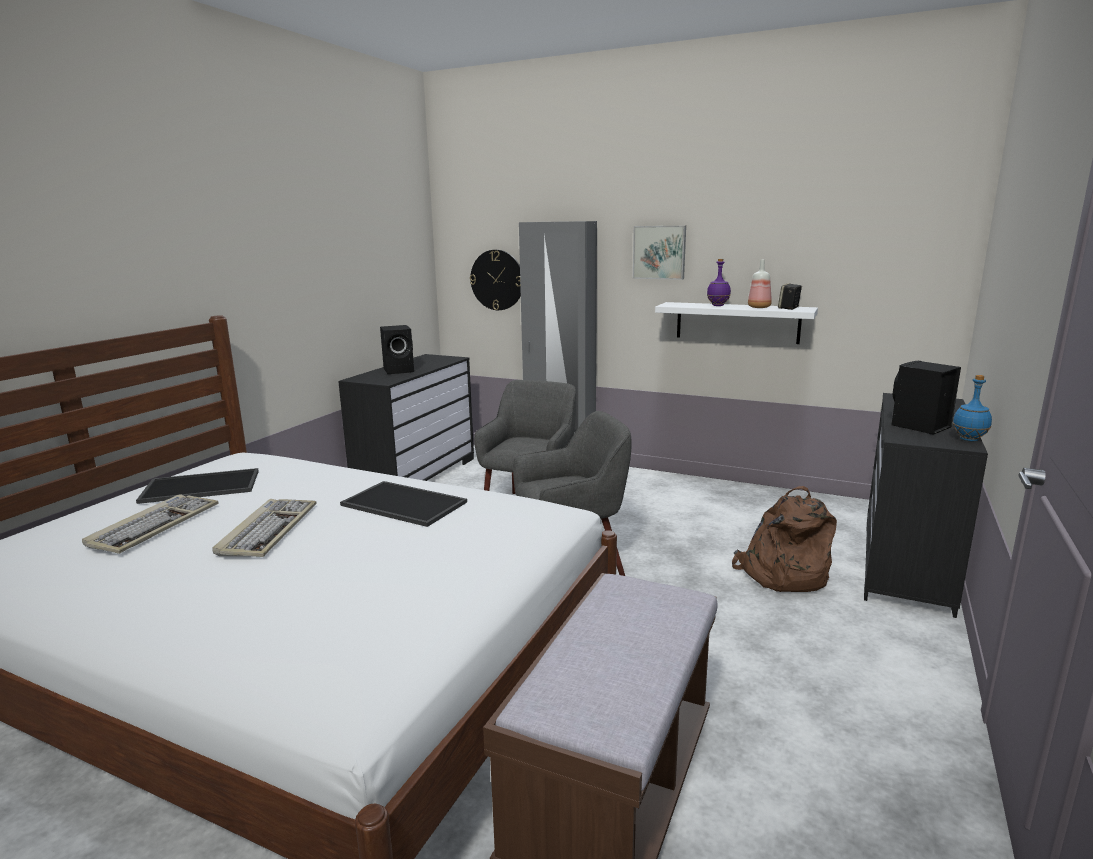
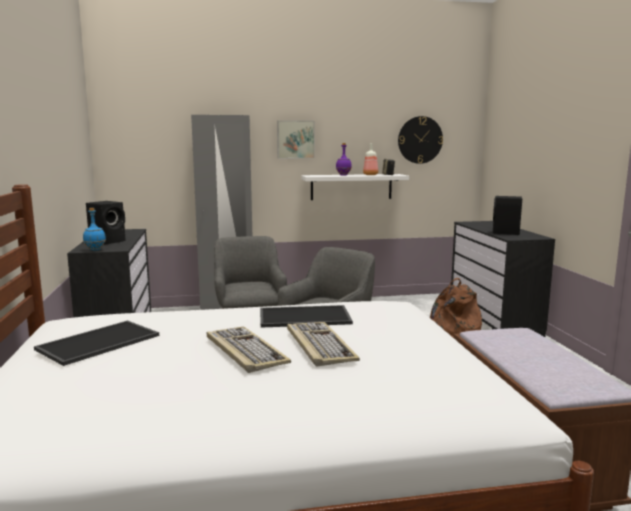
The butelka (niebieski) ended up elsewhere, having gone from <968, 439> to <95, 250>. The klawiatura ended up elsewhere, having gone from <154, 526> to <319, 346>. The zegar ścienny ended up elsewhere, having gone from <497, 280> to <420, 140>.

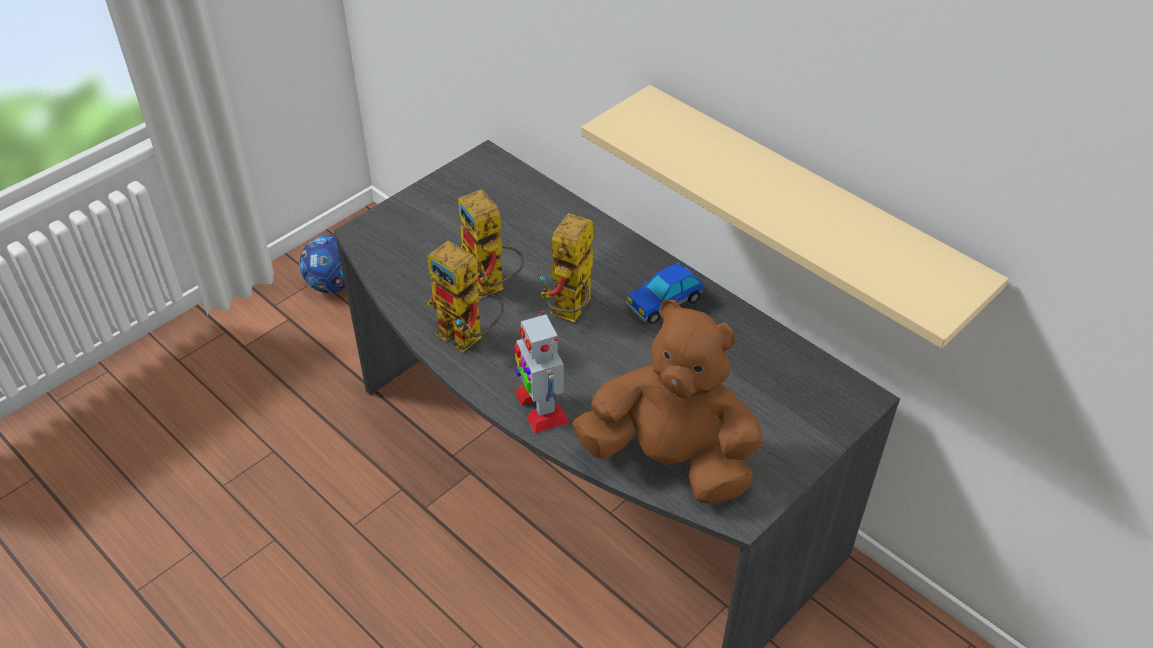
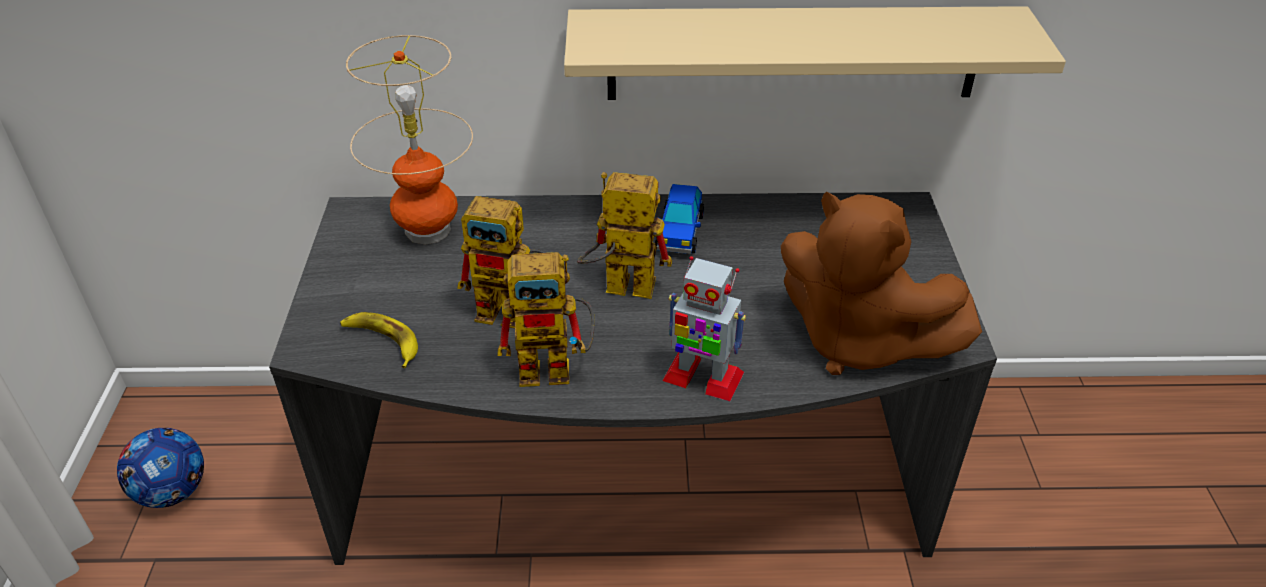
The second view gained the banan at <382, 341>. The second view gained the lampa stołowa at <428, 230>. The robot zabawkowy at <571, 314> ended up facing another way, 120 degrees clockwise from before. The pluszak (brązowy) at <670, 459> ended up facing another way, 120 degrees counterclockwise from before.

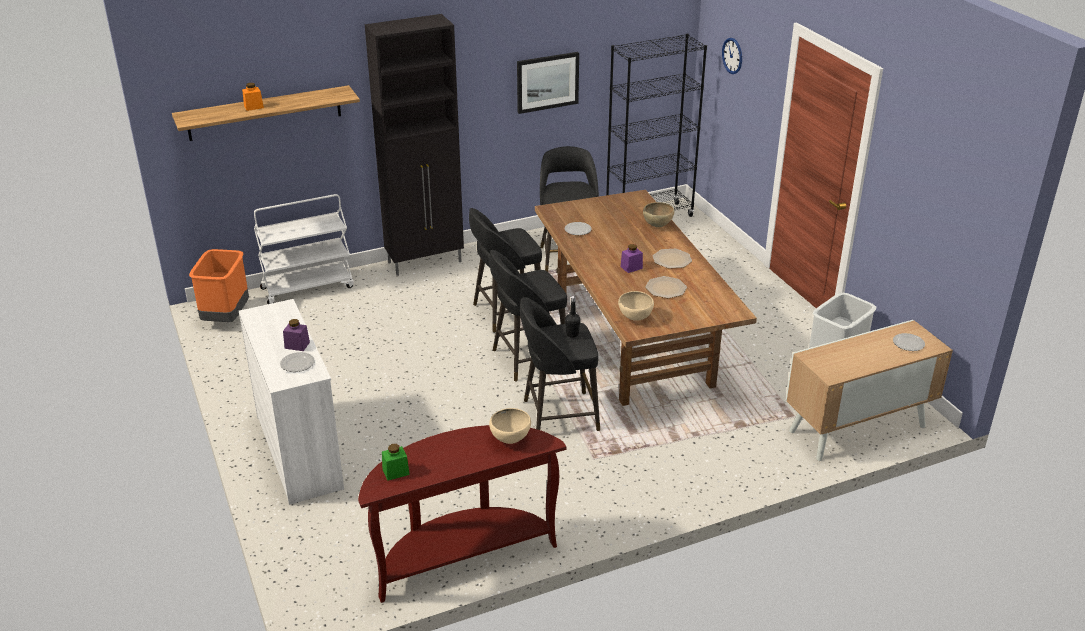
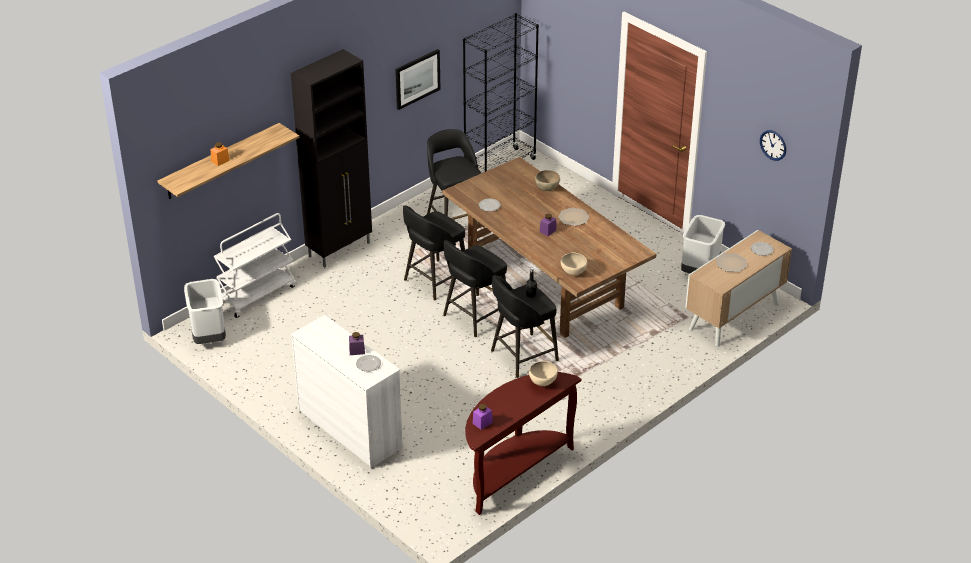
What was the kosz na śmieci (pomarańczowy) at <226, 317> turned into the kosz na śmieci (szary) at <208, 336>. What was the słoik (zielony) at <396, 472> turned into the słoik (fioletowy) at <482, 423>. The talerz ended up elsewhere, having gone from <666, 288> to <731, 263>. The zegar ścienny ended up elsewhere, having gone from <732, 56> to <773, 145>.

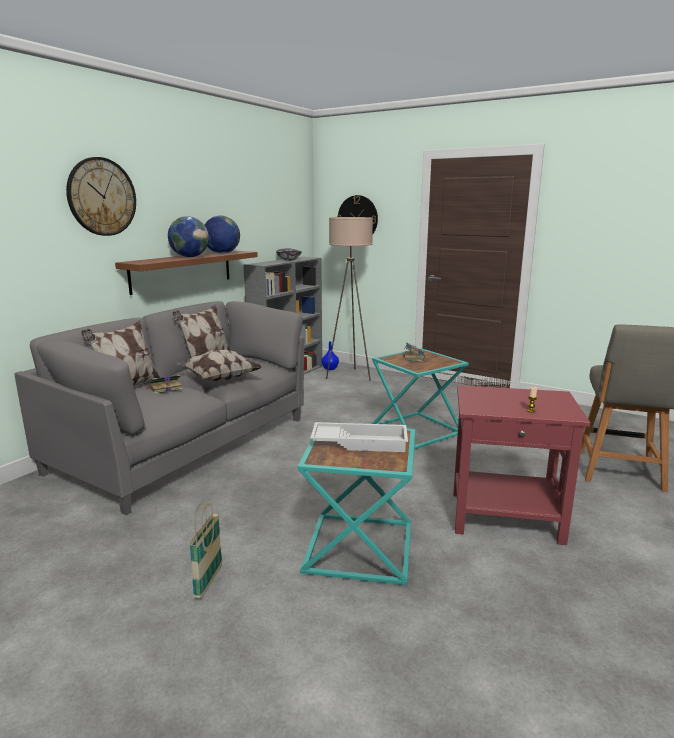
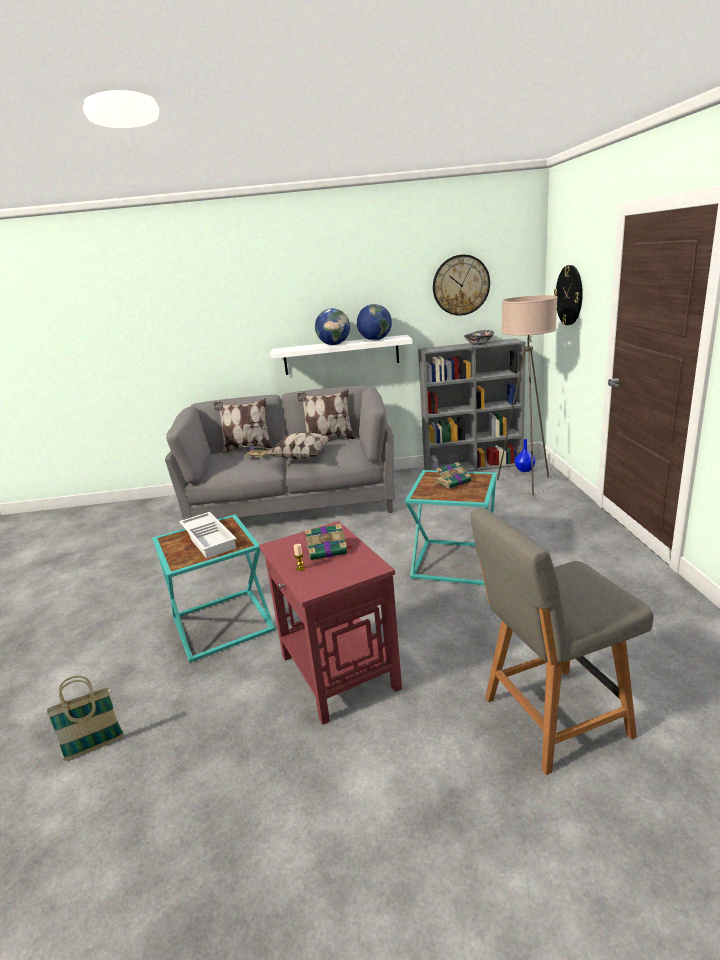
The koszyk ended up elsewhere, having gone from <208, 581> to <95, 747>. What was the półka (brązowy) at <182, 271> turned into the półka (biały) at <341, 355>. The second view gained the książka at <328, 550>. The zegar ścienny ended up elsewhere, having gone from <102, 197> to <461, 285>.

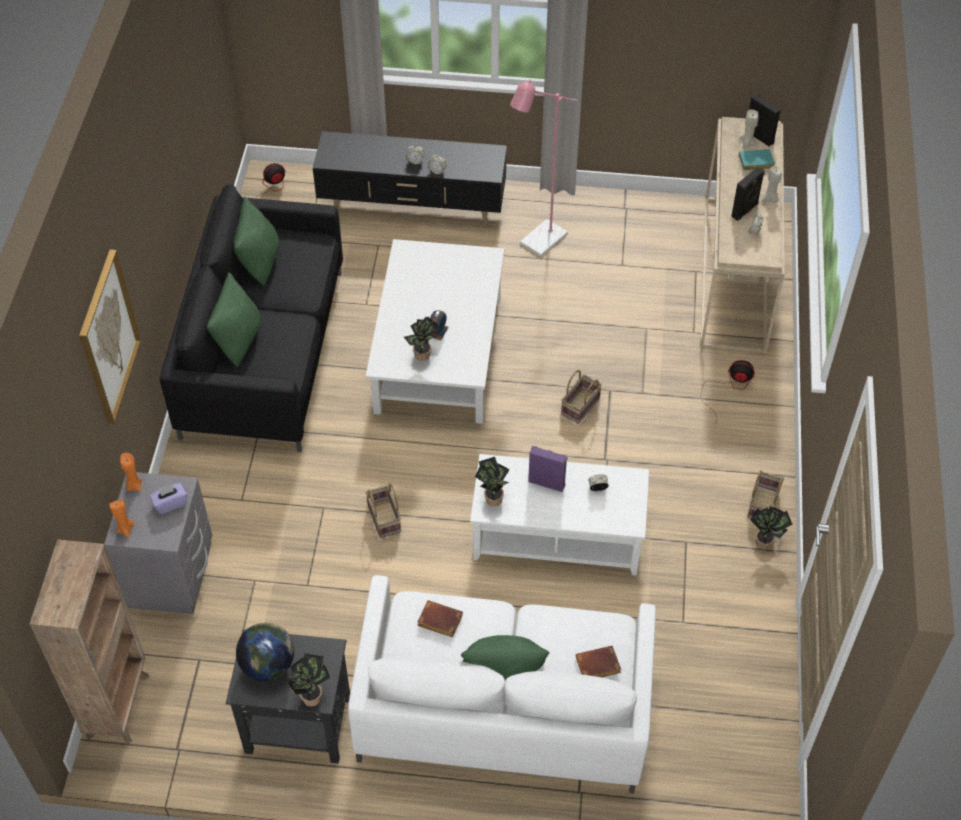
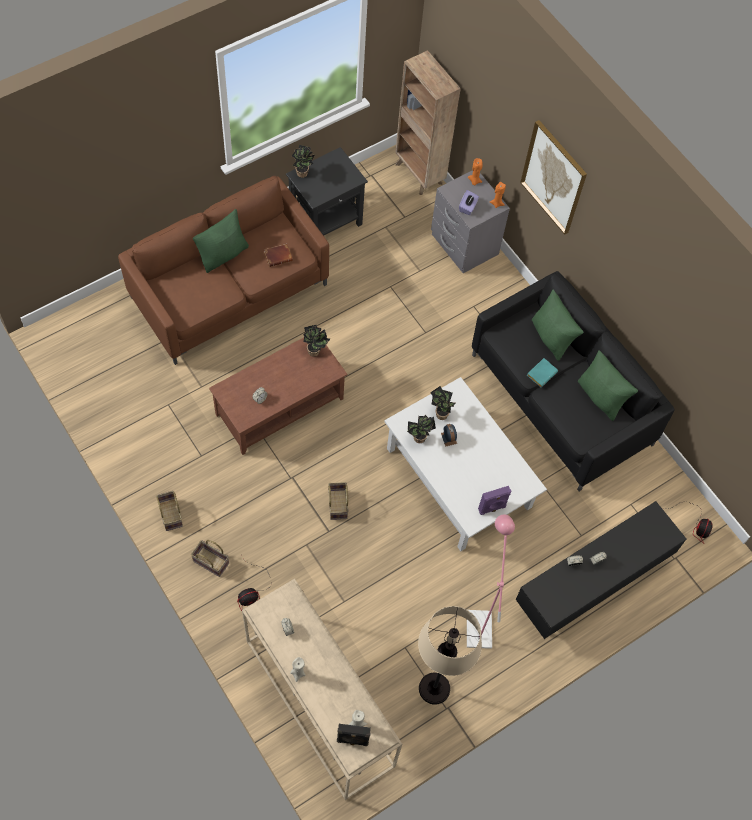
What was the kanapa (biały) at <503, 712> turned into the kanapa (brązowy) at <229, 292>. The koszyk ended up elsewhere, having gone from <385, 519> to <210, 562>. What was the ława (biały) at <557, 537> turned into the ława (brązowy) at <279, 405>. The roślina doniczkowa ended up elsewhere, having gone from <765, 541> to <419, 439>. The second view gained the lampa stojąca (beżowy) at <434, 689>. The głośnik (fioletowy) ended up elsewhere, having gone from <547, 482> to <492, 508>. The książka (turkusowy) ended up elsewhere, having gone from <755, 163> to <541, 373>. The second view lost the globus at <268, 665>. The second view lost the książka (brązowy) at <597, 667>. The second view lost the głośnik (czarny) at <745, 211>.

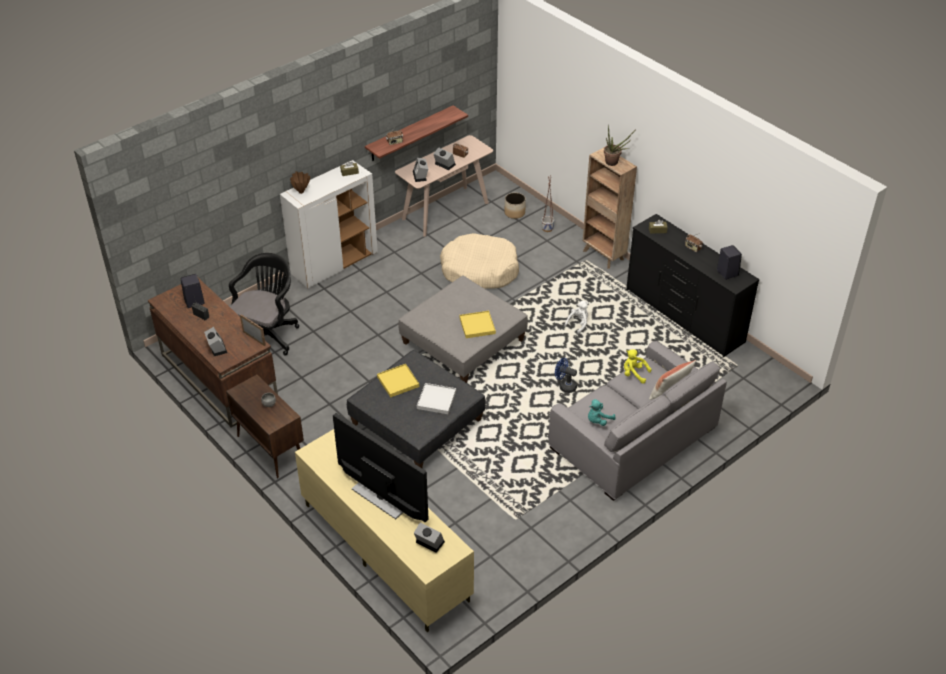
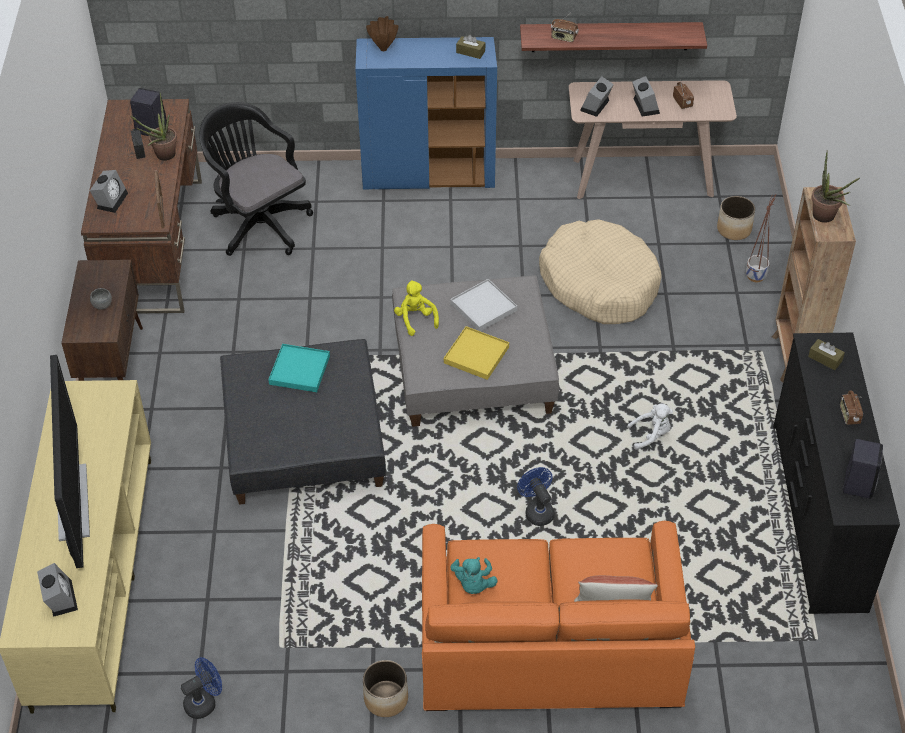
The second view gained the roślina doniczkowa at <162, 156>. The second view gained the wentylator (niebieski) at <204, 702>. The krzesło biurowe (czarny) at <267, 335> ended up facing another way, 105 degrees counterclockwise from before. What was the taca (żółty) at <398, 382> turned into the taca (turkusowy) at <299, 370>. What was the szafka (biały) at <334, 263> turned into the szafka (niebieski) at <429, 175>. The second view gained the donica at <385, 699>. The pluszak (żółty) ended up elsewhere, having gone from <634, 374> to <415, 319>. What was the kanapa (szary) at <633, 438> turned into the kanapa (pomarańczowy) at <548, 644>. The taca (biały) ended up elsewhere, having gone from <436, 400> to <483, 307>. The pluszak (turkusowy) at <598, 420> ended up facing another way, 90 degrees counterclockwise from before.

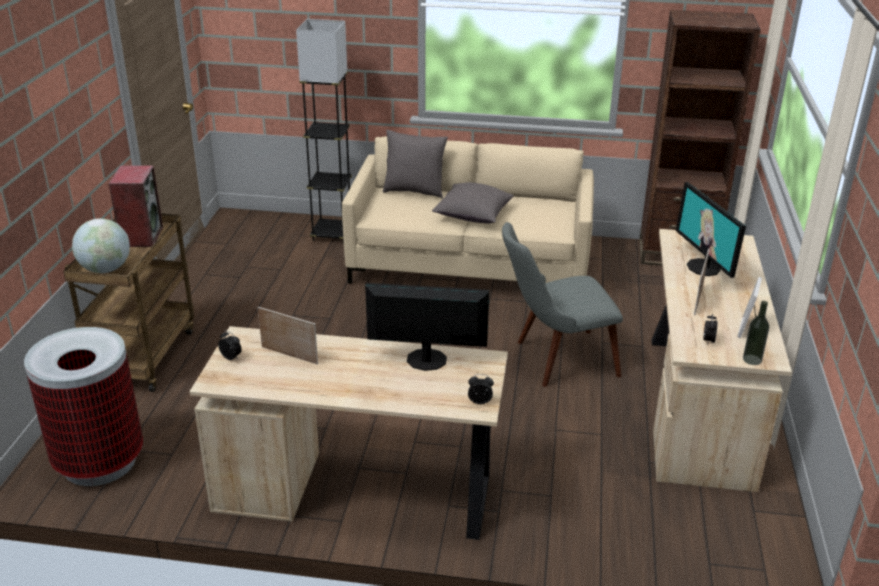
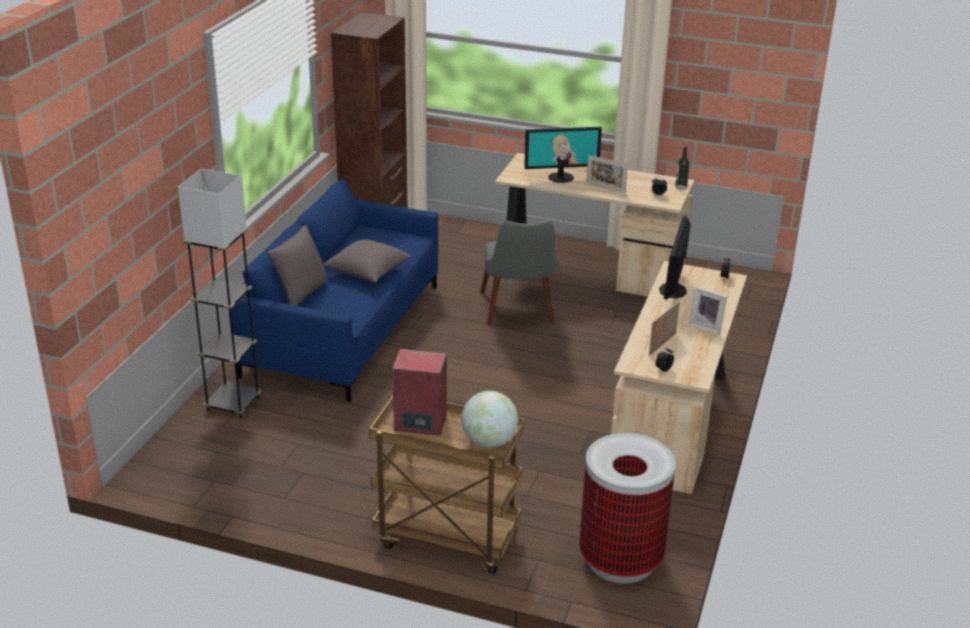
What was the kanapa (beżowy) at <469, 264> turned into the kanapa (niebieski) at <344, 329>. The ramka na zdjęcie ended up elsewhere, having gone from <749, 329> to <706, 327>.

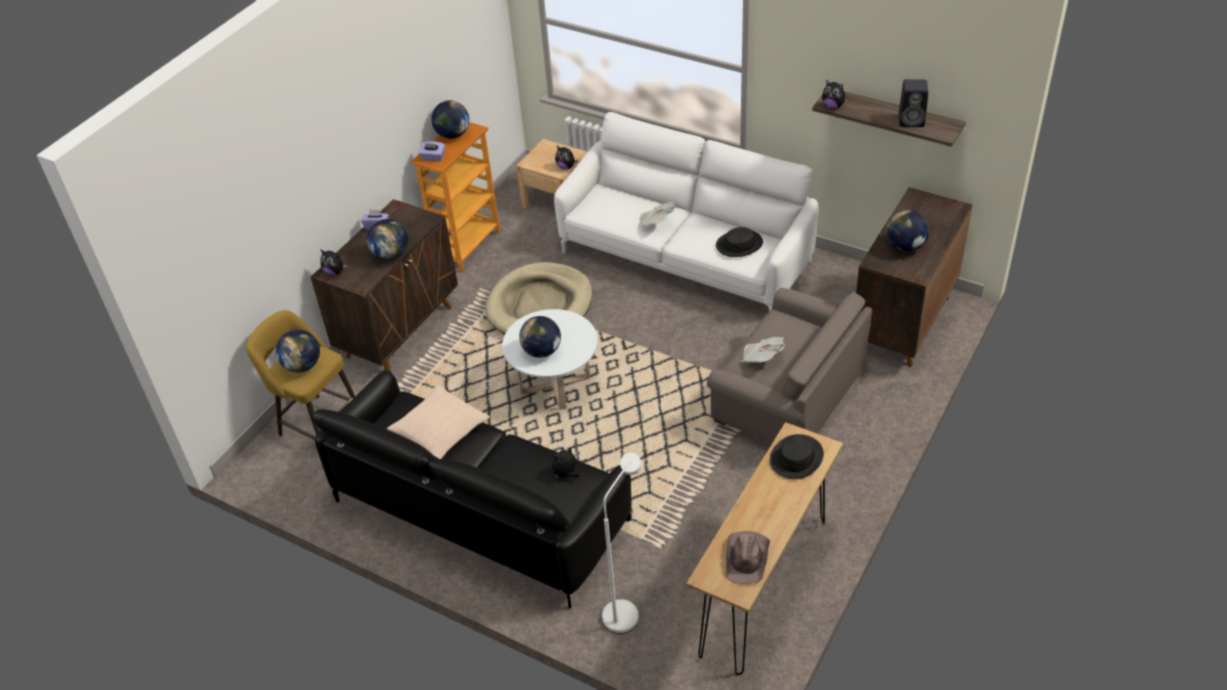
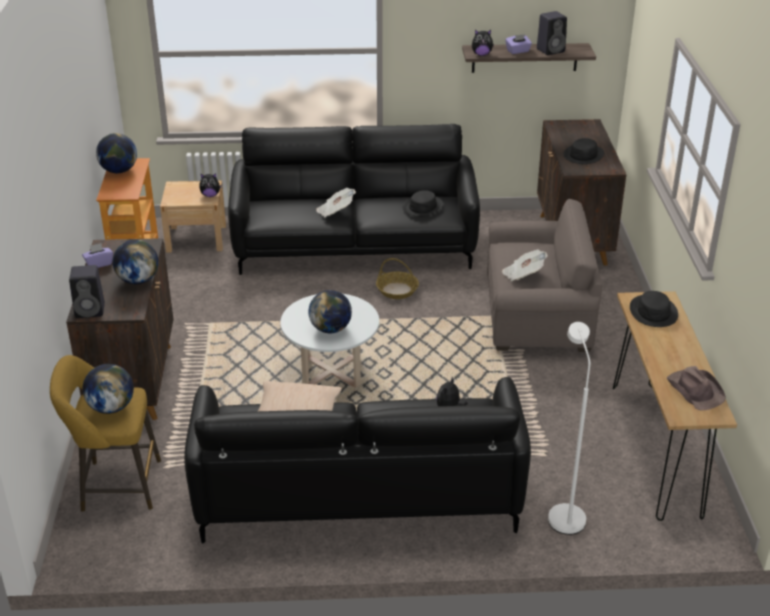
Where the pluszak stood at <335, 272>, the głośnik (czarny) came to stand at <91, 310>. What was the kanapa (biały) at <685, 257> turned into the kanapa (czarny) at <355, 246>. The second view gained the koszyk at <397, 290>. The pudełko chusteczek (fioletowy) ended up elsewhere, having gone from <433, 157> to <518, 51>. Where the globus stood at <905, 246>, the kapelusz (czarny) came to stand at <583, 155>. The second view lost the legowisko (beżowy) at <540, 305>.

